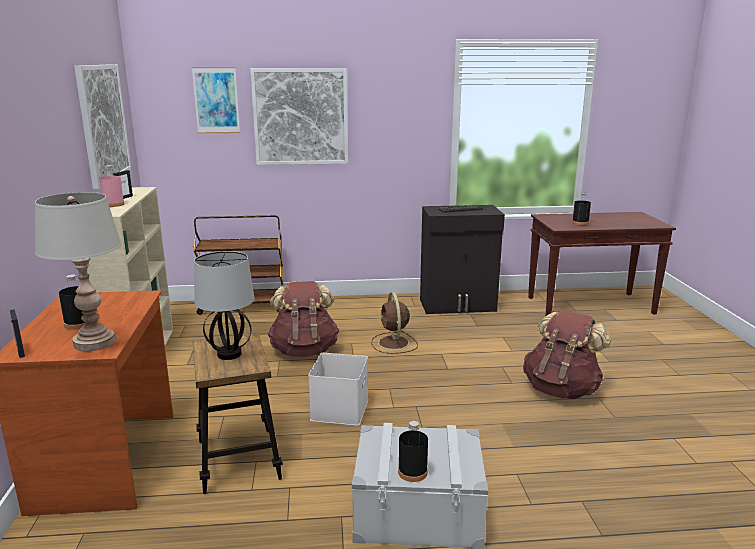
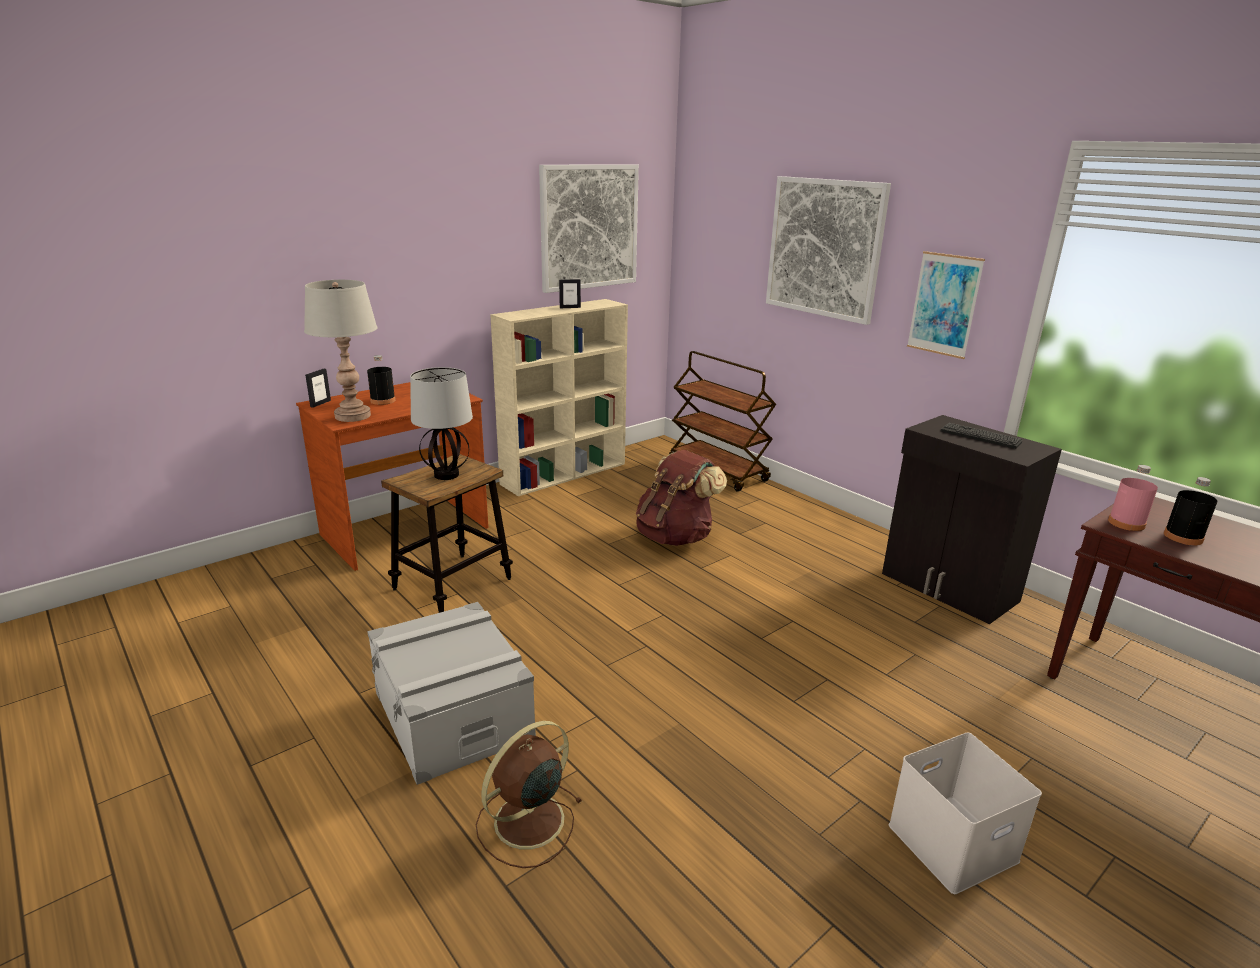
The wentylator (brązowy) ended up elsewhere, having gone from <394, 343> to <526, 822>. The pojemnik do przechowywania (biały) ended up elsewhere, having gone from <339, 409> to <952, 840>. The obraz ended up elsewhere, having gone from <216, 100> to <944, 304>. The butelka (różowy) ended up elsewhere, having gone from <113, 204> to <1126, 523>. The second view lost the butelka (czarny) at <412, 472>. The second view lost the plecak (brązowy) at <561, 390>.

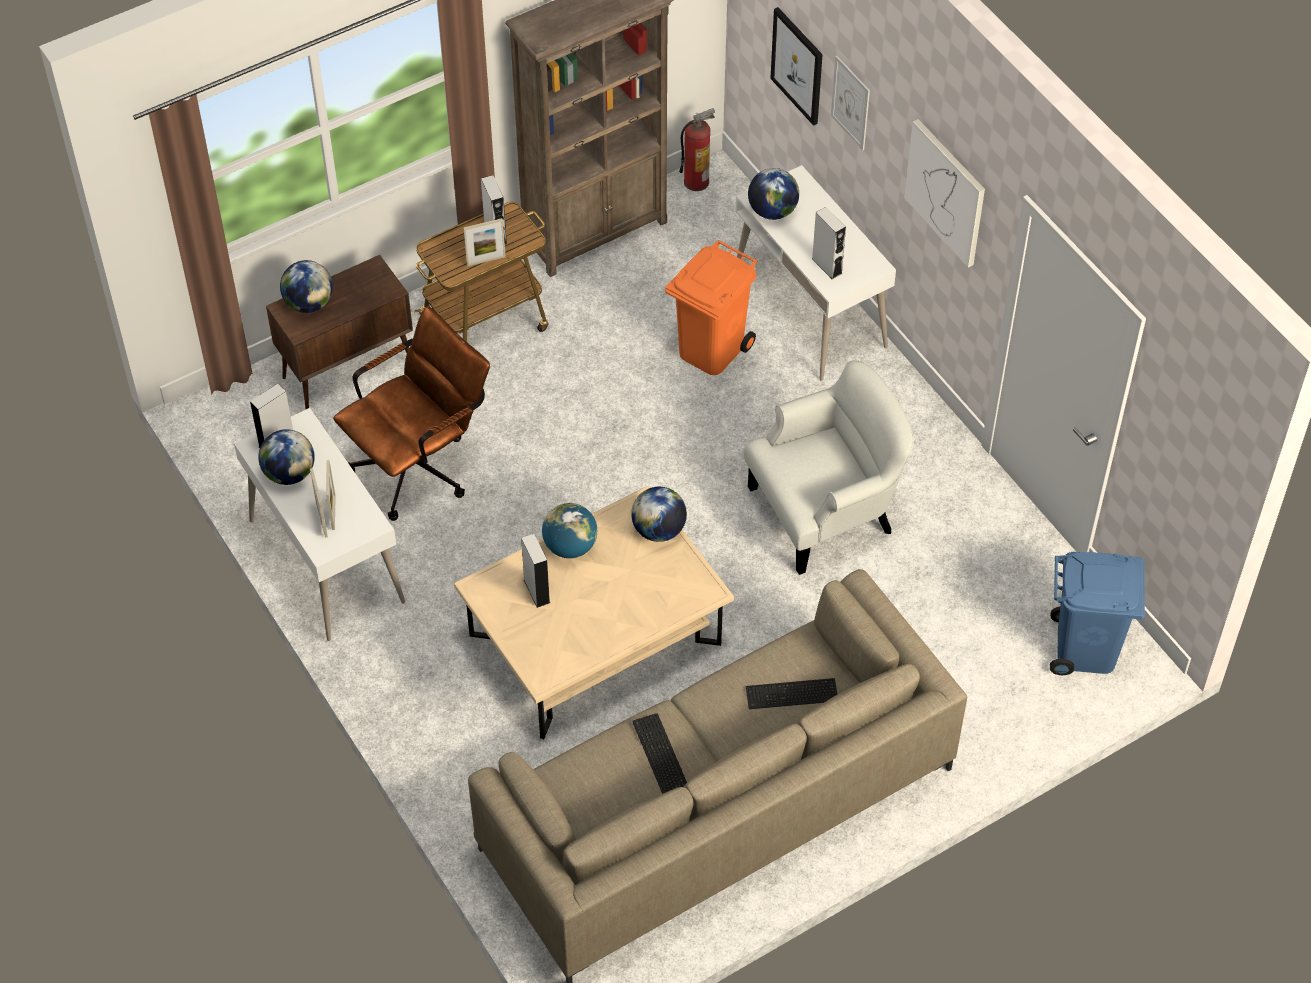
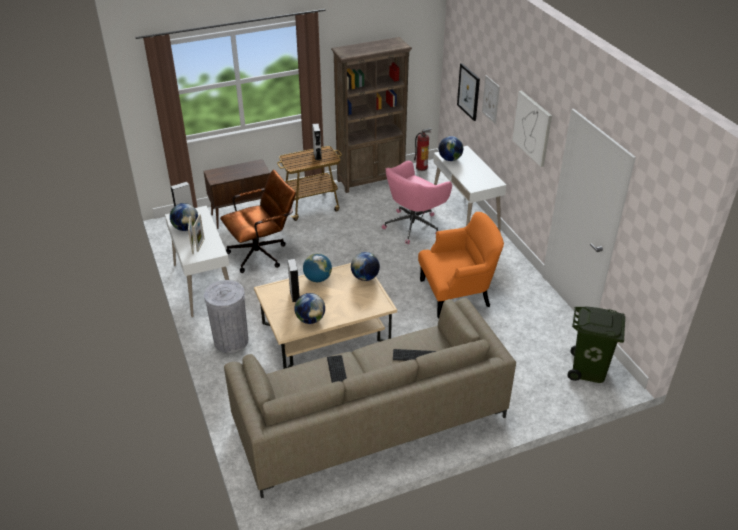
The second view gained the kosz na śmieci (szary) at <231, 340>. The globus ended up elsewhere, having gone from <309, 303> to <310, 319>. Where the kosz na śmieci (pomarańczowy) stood at <710, 349>, the krzesło biurowe (różowy) came to stand at <413, 225>. What was the fotel (biały) at <825, 510> turned into the fotel (pomarańczowy) at <457, 293>. What was the kosz na śmieci (niebieski) at <1085, 650> turned into the kosz na śmieci (zielony) at <588, 370>. The second view lost the ramka na zdjęcie at <486, 260>. The second view lost the głośnik (szary) at <827, 266>.

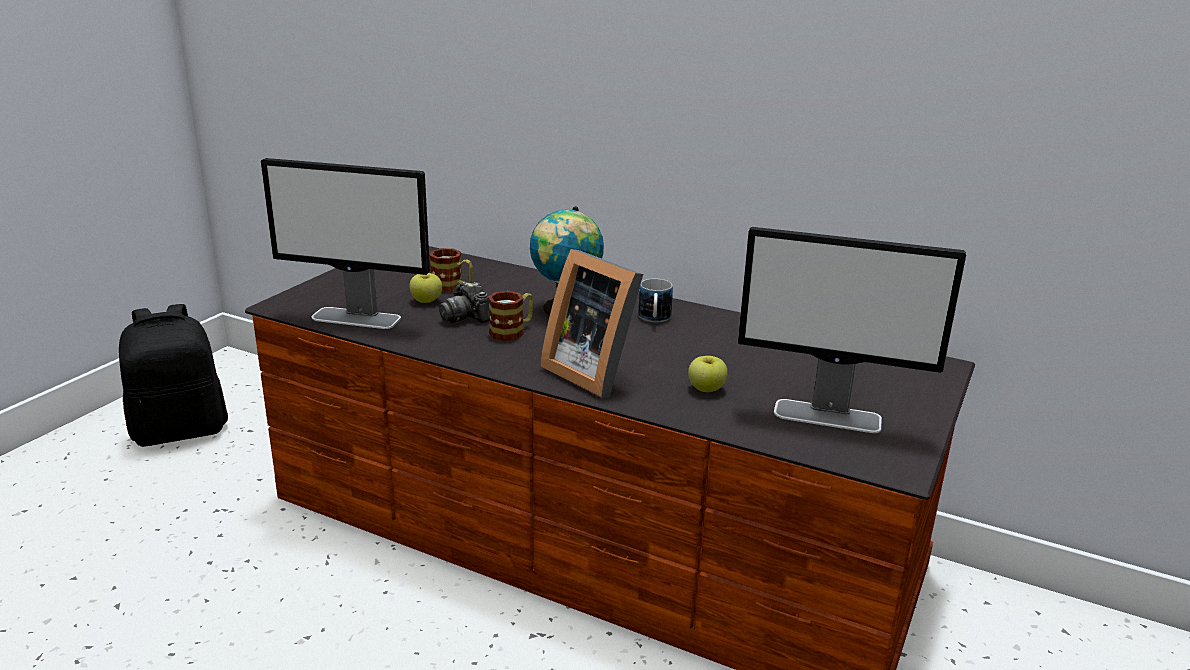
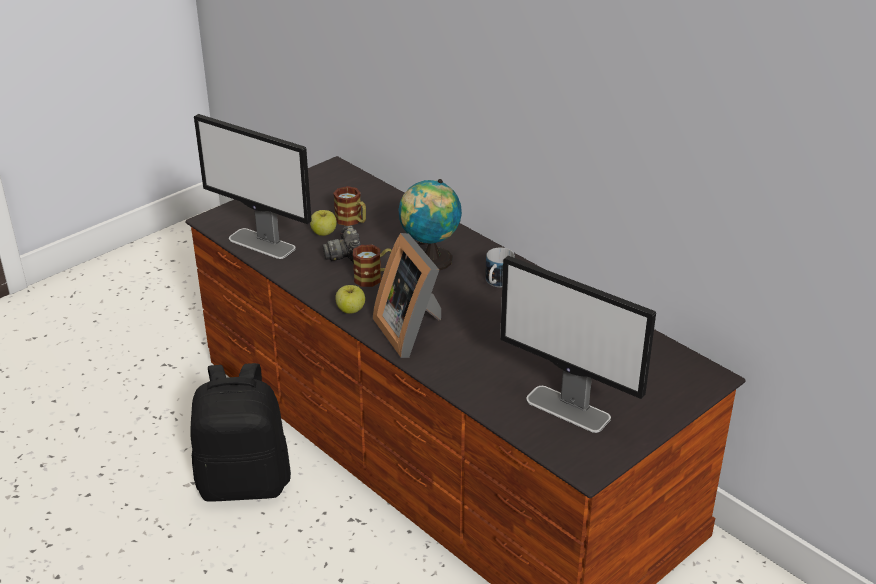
The plecak (czarny) ended up elsewhere, having gone from <180, 431> to <244, 482>. The jabłko ended up elsewhere, having gone from <706, 389> to <351, 310>.

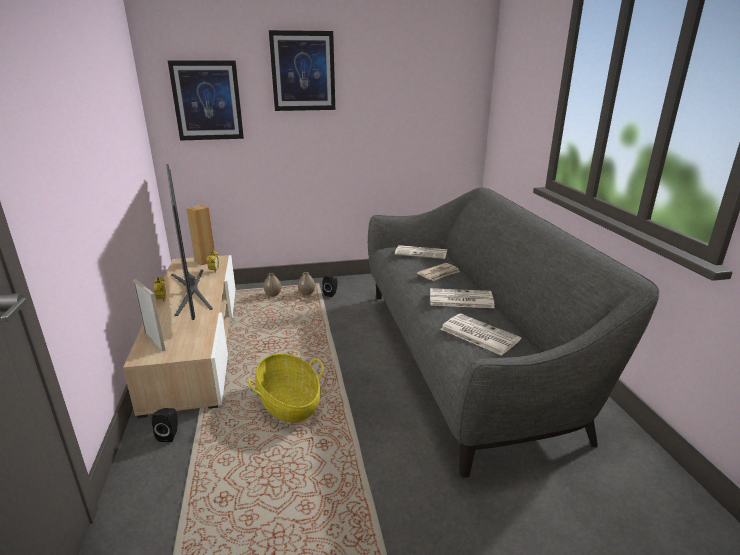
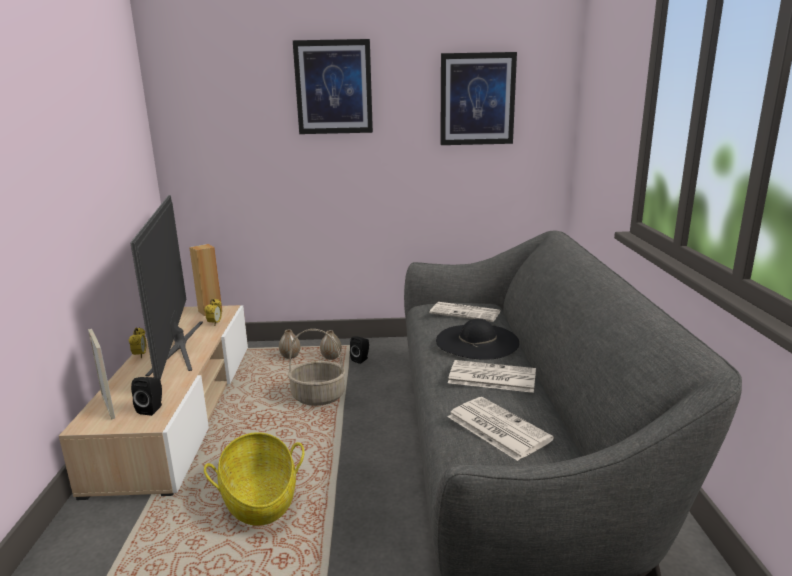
The głośnik (czarny) ended up elsewhere, having gone from <170, 434> to <152, 409>. The second view gained the koszyk at <317, 397>. Where the gazeta stood at <439, 274>, the kapelusz (czarny) came to stand at <477, 341>. The obraz ended up elsewhere, having gone from <207, 101> to <477, 99>.

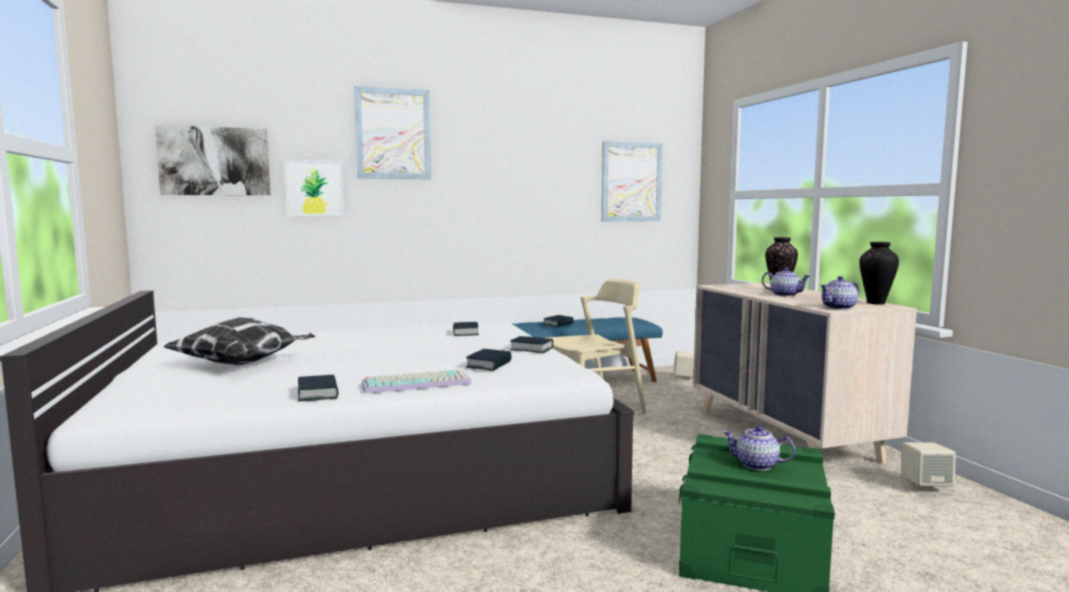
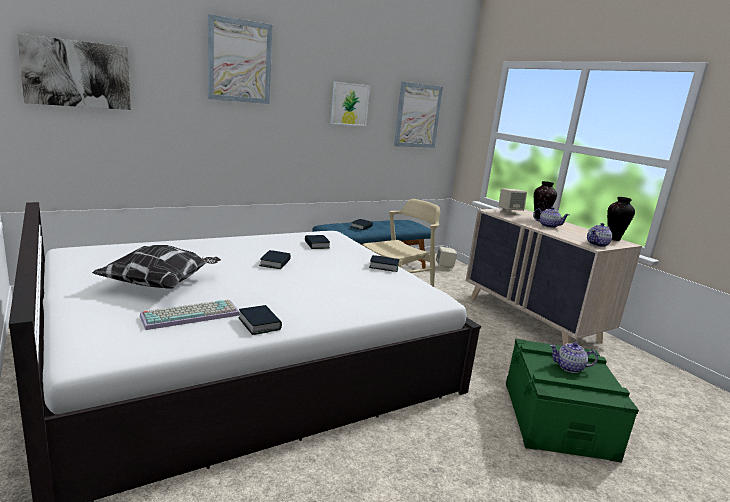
The klawiatura ended up elsewhere, having gone from <417, 383> to <191, 314>. The książka ended up elsewhere, having gone from <489, 364> to <275, 263>. The obraz ended up elsewhere, having gone from <314, 188> to <349, 104>. The głośnik (beżowy) ended up elsewhere, having gone from <925, 488> to <509, 213>.

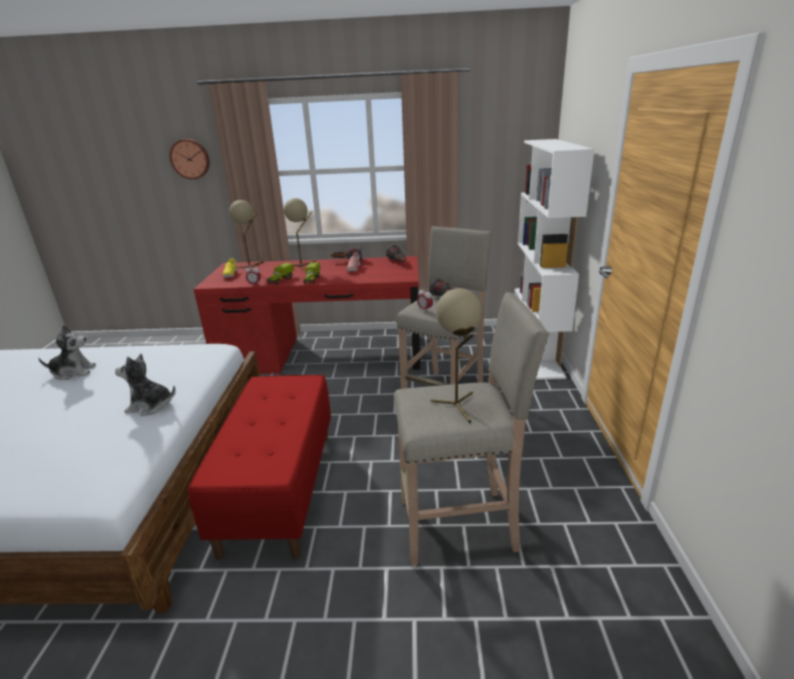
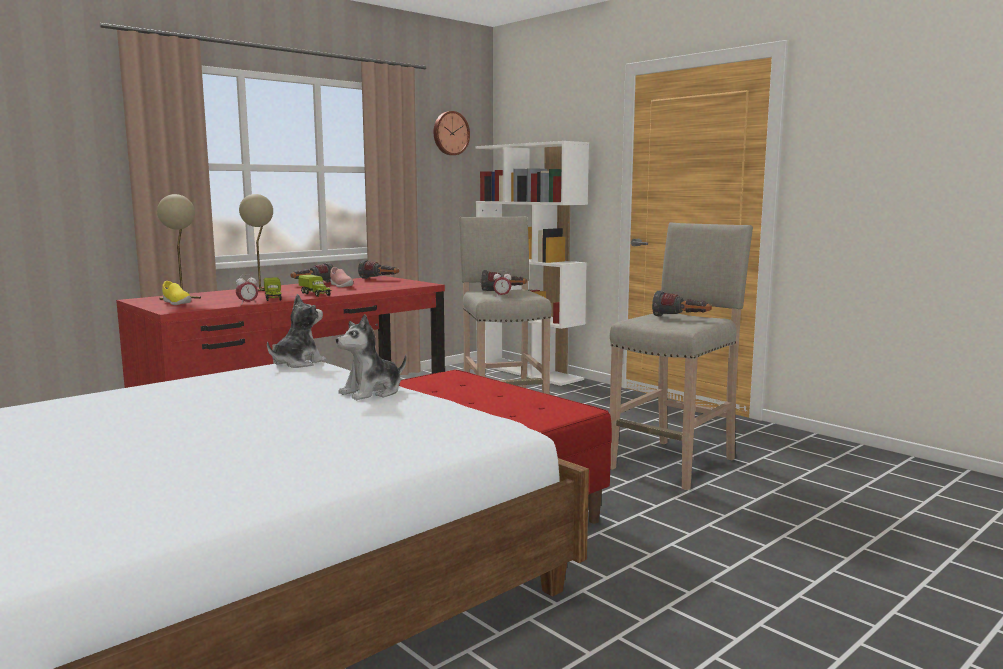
The pluszak ended up elsewhere, having gone from <73, 372> to <297, 363>. The zegar ścienny ended up elsewhere, having gone from <190, 159> to <450, 133>. Where the lampa stołowa (beżowy) stood at <458, 406>, the latarka came to stand at <681, 318>.

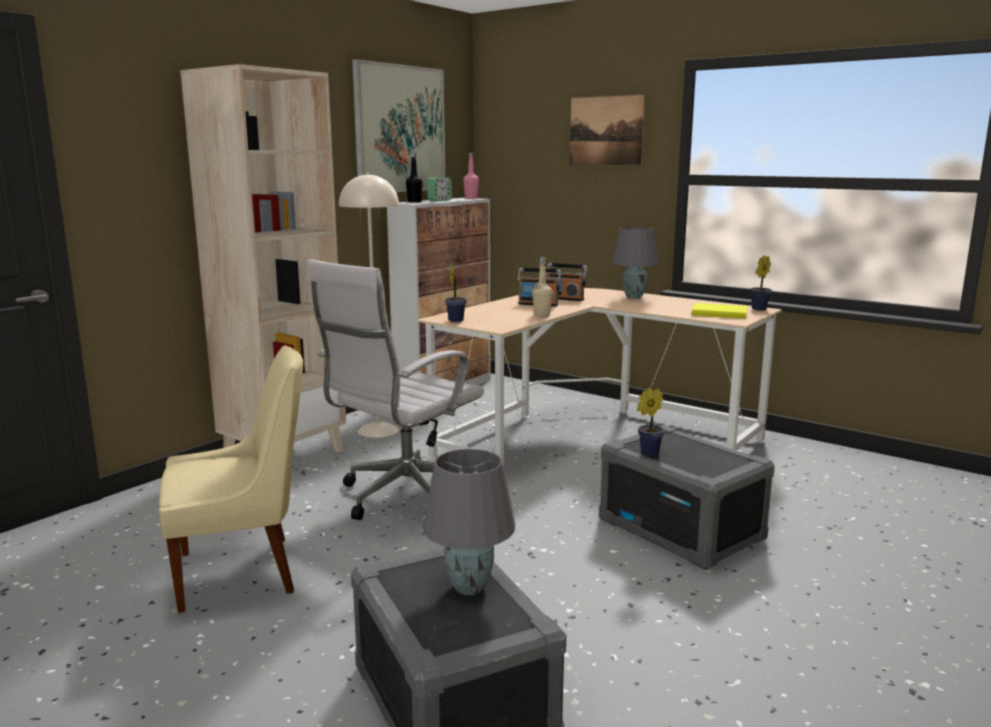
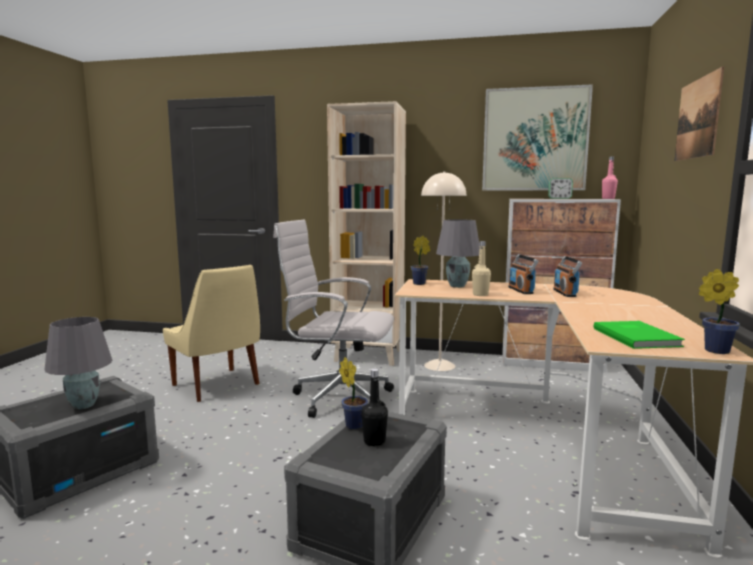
The butelka (czarny) ended up elsewhere, having gone from <414, 202> to <374, 441>. The lampa stołowa (szary) ended up elsewhere, having gone from <633, 297> to <458, 286>. What was the książka (żółty) at <718, 313> turned into the książka (zielony) at <637, 337>.

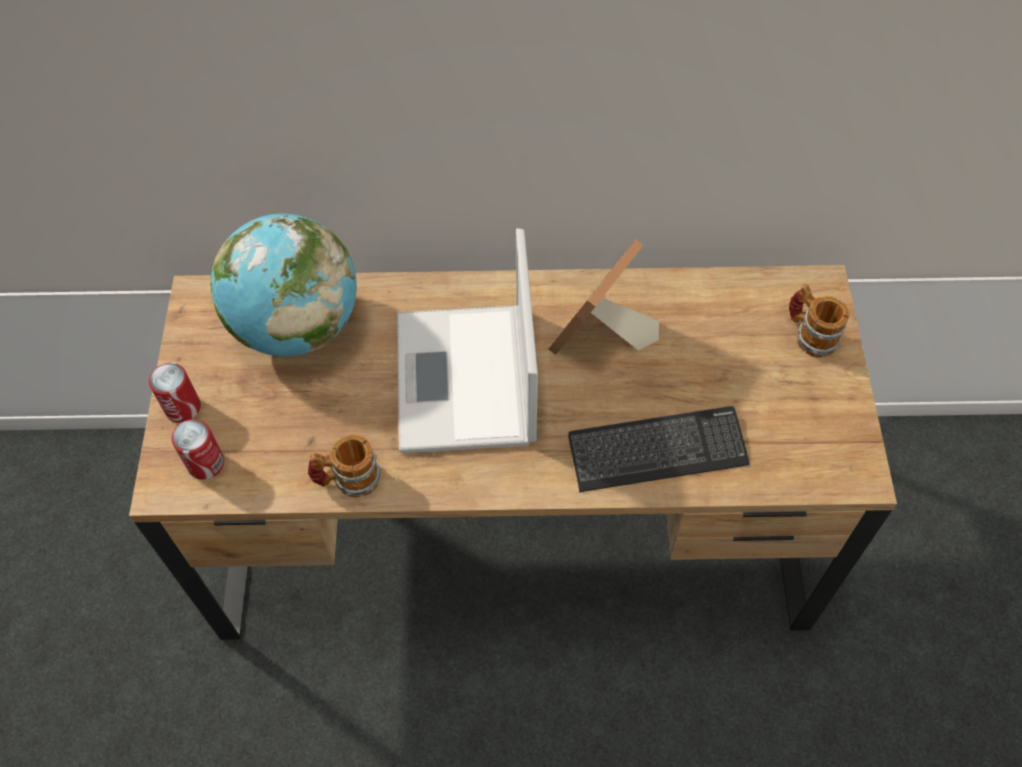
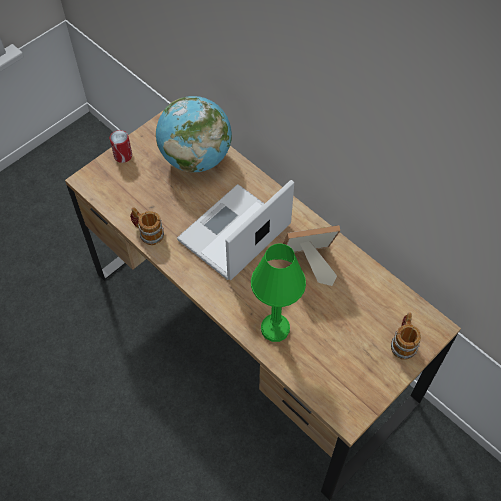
Where the klawiatura stood at <657, 451>, the lampa stołowa (zielony) came to stand at <275, 328>. The second view lost the puszka at <205, 463>.

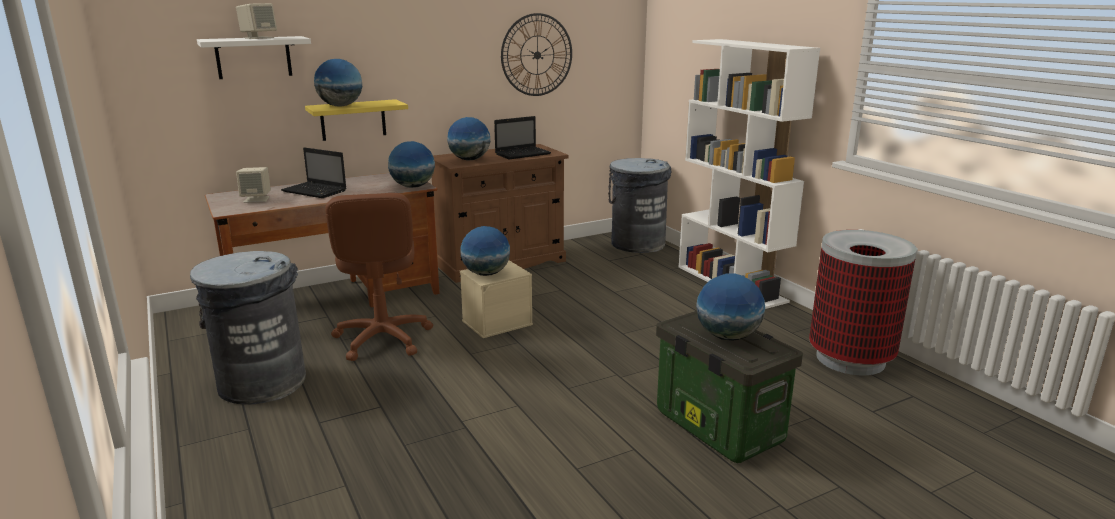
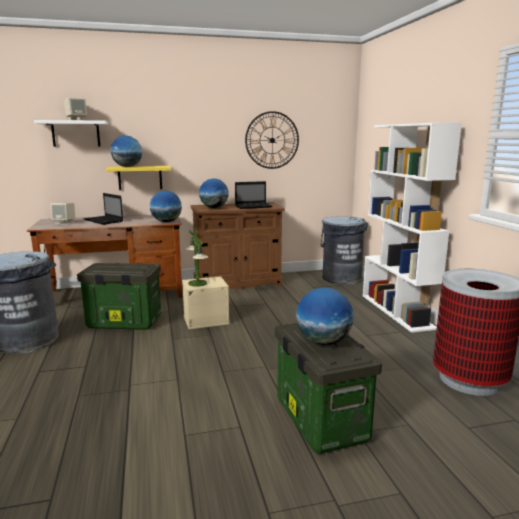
Where the krzesło biurowe (brązowy) stood at <382, 339>, the pojemnik do przechowywania came to stand at <123, 322>. Where the globus stood at <486, 274>, the lampa stołowa came to stand at <197, 283>.

